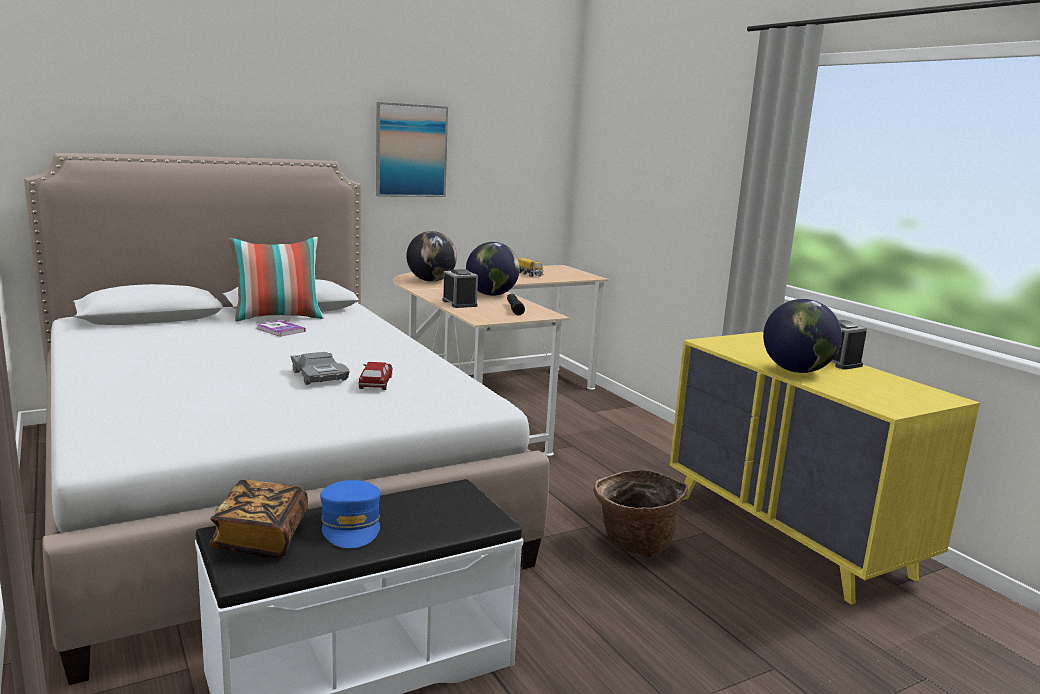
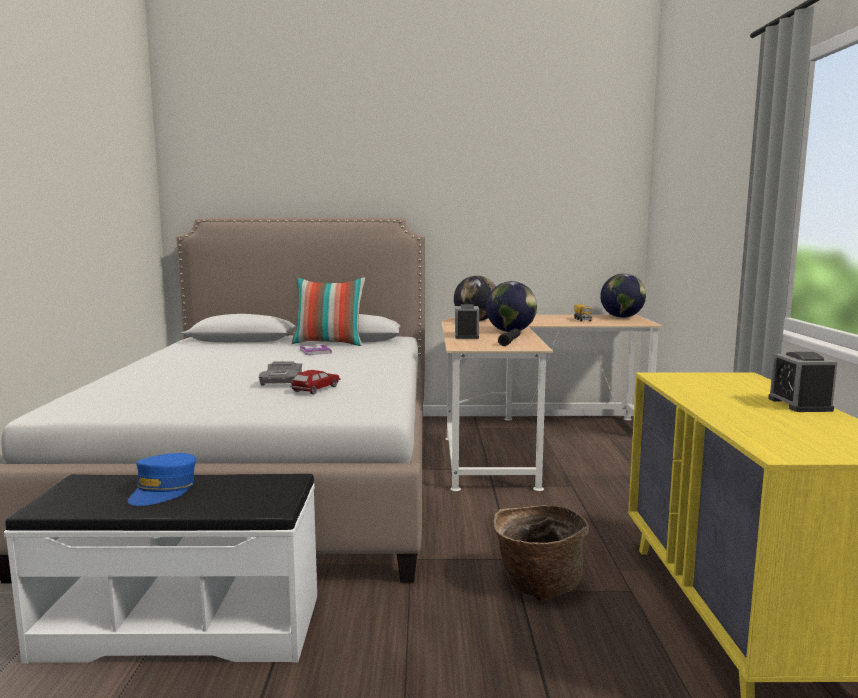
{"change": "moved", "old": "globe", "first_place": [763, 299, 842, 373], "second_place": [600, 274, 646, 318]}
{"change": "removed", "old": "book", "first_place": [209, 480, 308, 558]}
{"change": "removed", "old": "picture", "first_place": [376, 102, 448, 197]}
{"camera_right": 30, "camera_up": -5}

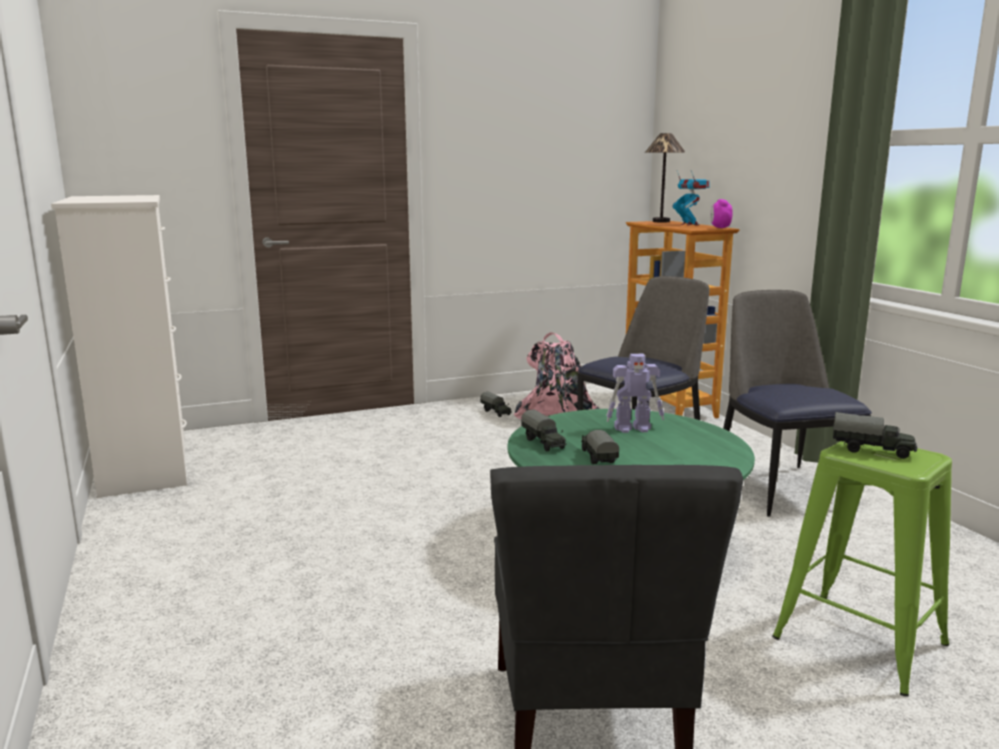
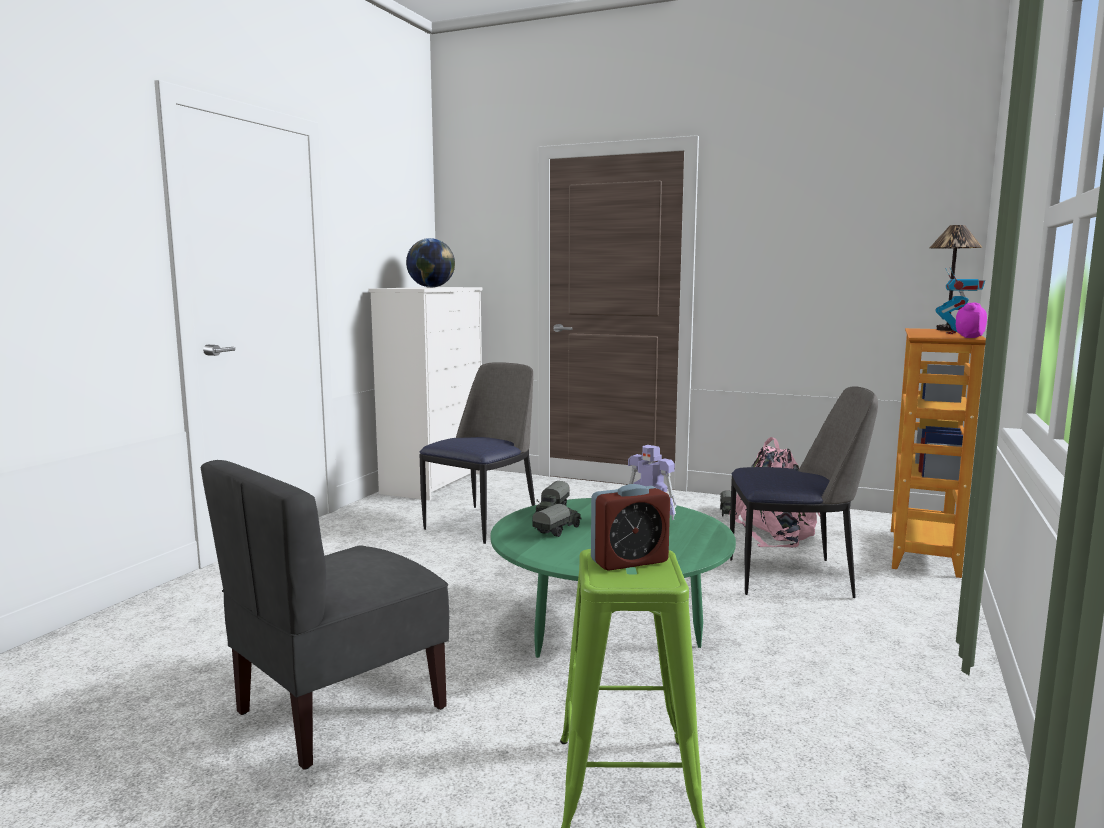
{"change": "added", "new": "globe", "second_place": [406, 238, 455, 288]}
{"change": "moved", "old": "chair", "first_place": [723, 290, 872, 516], "second_place": [420, 362, 535, 544]}
{"change": "replaced", "old": "toy truck", "new": "alarm clock", "first_place": [833, 412, 917, 459], "second_place": [591, 484, 670, 571]}
{"camera_right": 45, "camera_up": -5}

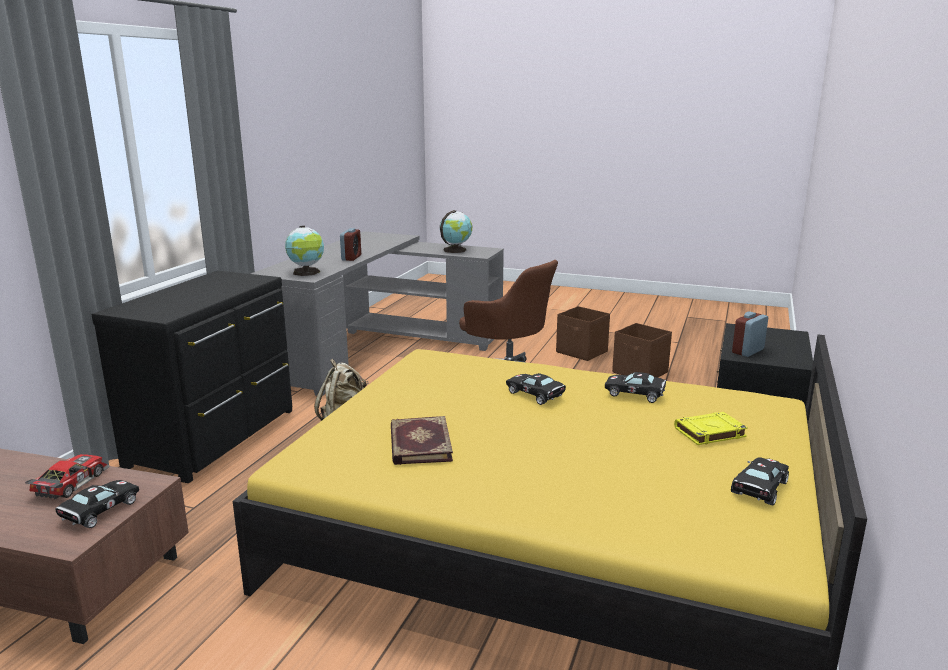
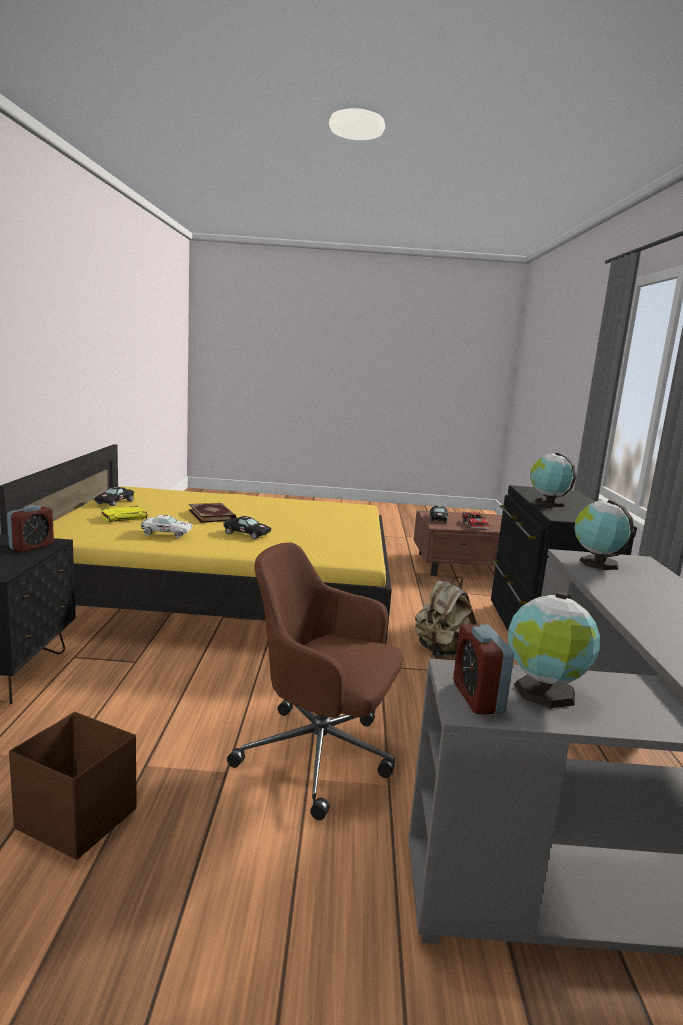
{"change": "recoloured", "old": "toy car (black)", "new": "toy car (white)", "first_place": [605, 372, 666, 403], "second_place": [141, 515, 192, 538]}
{"change": "moved", "old": "book", "first_place": [391, 416, 453, 465], "second_place": [189, 503, 237, 523]}
{"change": "moved", "old": "alarm clock", "first_place": [340, 228, 361, 261], "second_place": [453, 624, 514, 714]}
{"change": "added", "new": "globe", "second_place": [530, 452, 576, 507]}
{"change": "removed", "old": "storage box (brown)", "first_place": [556, 306, 610, 361]}
{"camera_right": 160, "camera_up": -5}

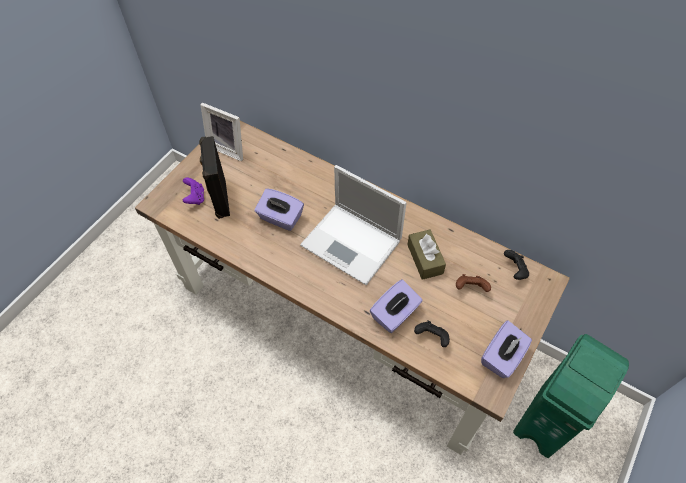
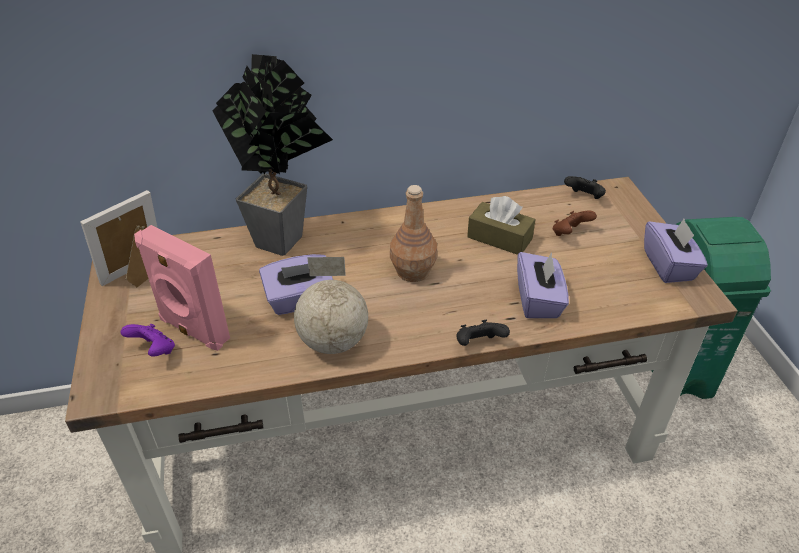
{"change": "turned", "old": "picture frame", "first_place": [200, 103, 243, 161], "second_place": [80, 190, 158, 287], "degrees": 150}
{"change": "recoloured", "old": "speaker (black)", "new": "speaker (pink)", "first_place": [199, 136, 230, 219], "second_place": [134, 225, 230, 351]}
{"change": "added", "new": "potted plant", "second_place": [212, 54, 333, 256]}
{"change": "added", "new": "globe", "second_place": [294, 257, 368, 354]}
{"change": "replaced", "old": "laptop", "new": "bottle (brown)", "first_place": [300, 165, 407, 285], "second_place": [390, 185, 437, 282]}
{"change": "moved", "old": "game controller (black)", "first_place": [414, 320, 450, 347], "second_place": [457, 320, 510, 346]}
{"camera_right": -45, "camera_up": -15}

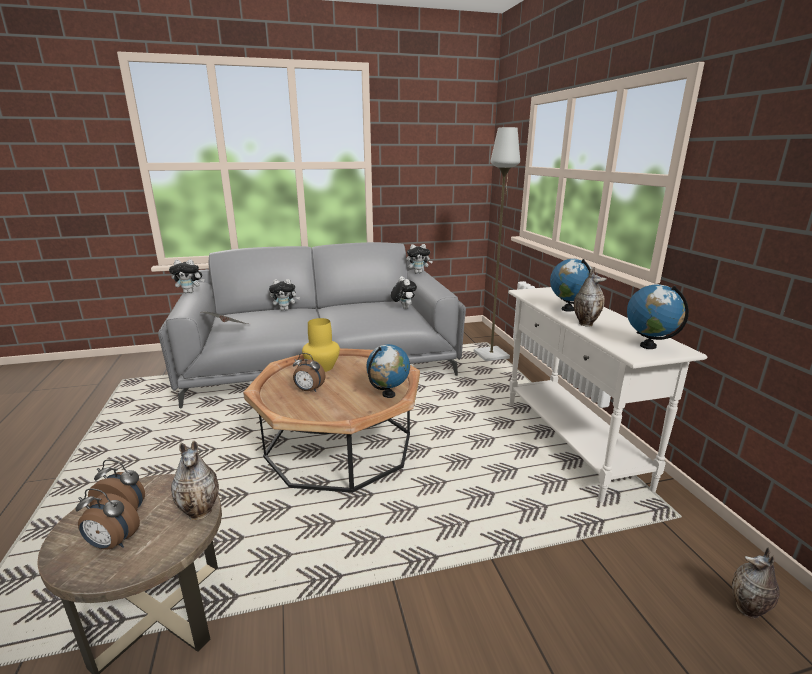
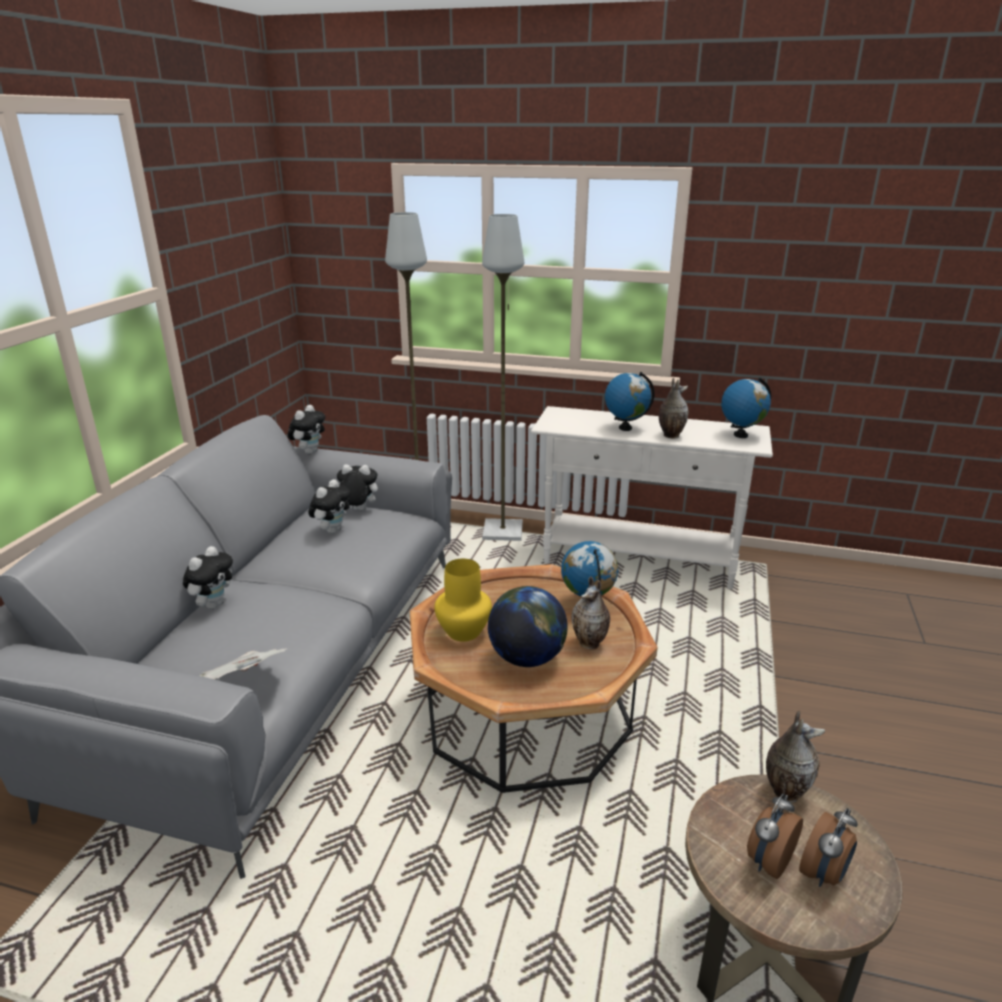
{"change": "moved", "old": "plush toy", "first_place": [169, 259, 204, 293], "second_place": [308, 479, 351, 534]}
{"change": "added", "new": "floor lamp (grey)", "second_place": [482, 214, 524, 541]}
{"change": "replaced", "old": "alarm clock", "new": "globe", "first_place": [293, 353, 326, 392], "second_place": [487, 586, 568, 667]}
{"change": "moved", "old": "vase", "first_place": [732, 547, 780, 619], "second_place": [571, 576, 610, 650]}
{"camera_right": -60, "camera_up": 5}

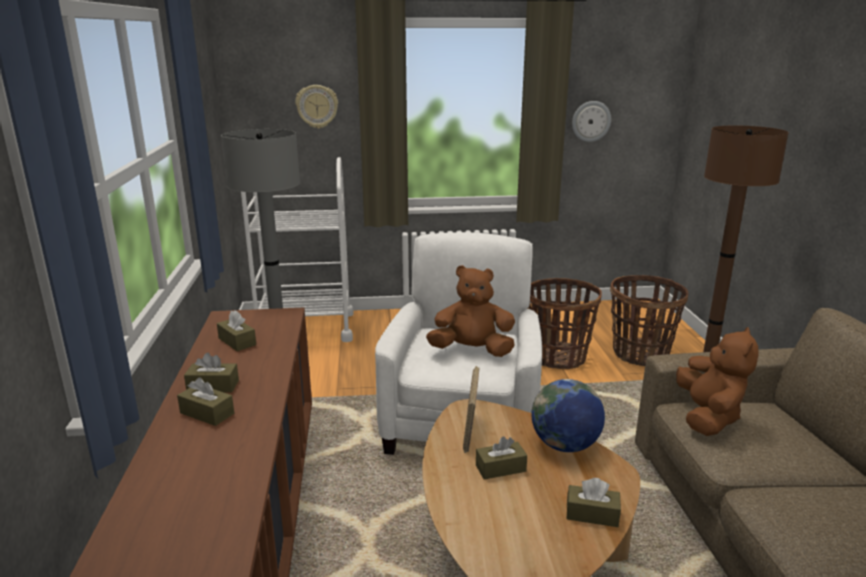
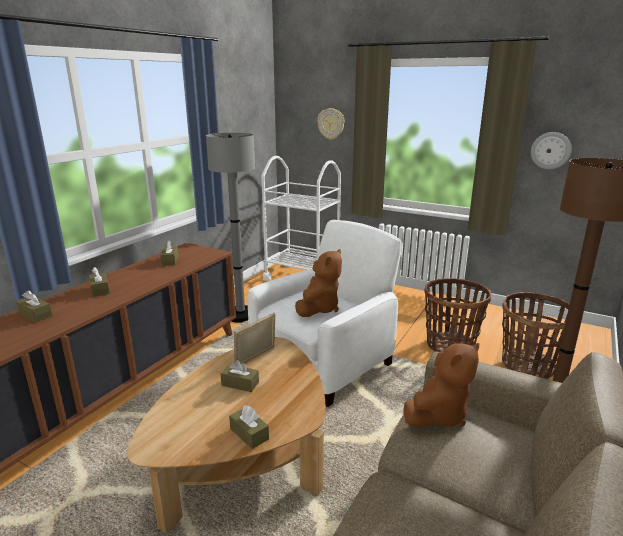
{"change": "moved", "old": "tissue box (brown)", "first_place": [184, 353, 239, 393], "second_place": [17, 290, 53, 322]}
{"change": "turned", "old": "plush toy (brown)", "first_place": [426, 265, 515, 357], "second_place": [295, 249, 342, 317], "degrees": 75}
{"change": "removed", "old": "globe", "first_place": [531, 379, 605, 452]}
{"camera_right": 35, "camera_up": 0}

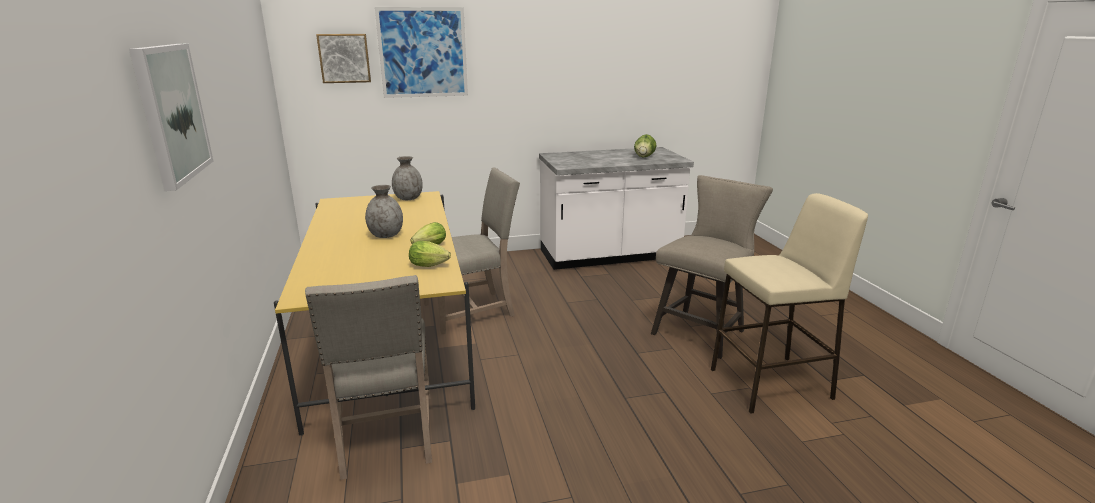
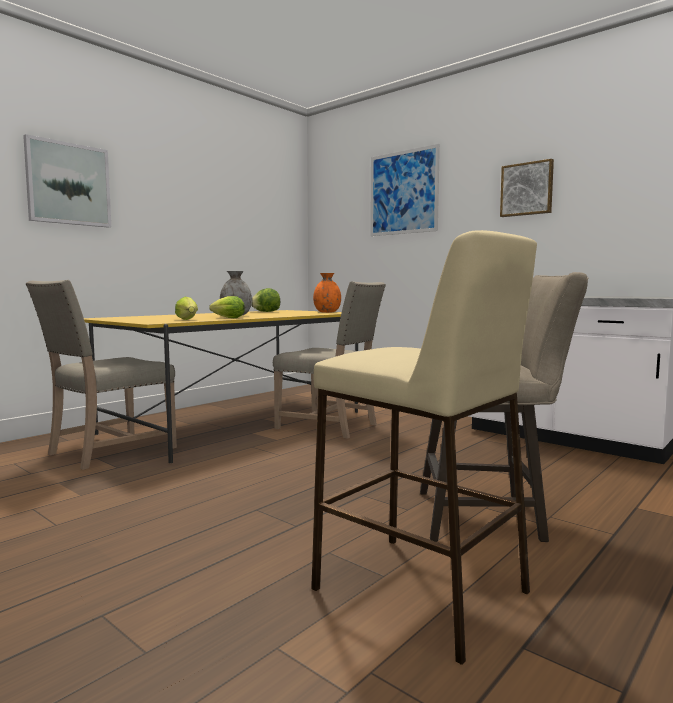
{"change": "moved", "old": "lettuce", "first_place": [634, 134, 657, 158], "second_place": [251, 288, 280, 312]}
{"change": "recoloured", "old": "vase (grey)", "new": "vase (orange)", "first_place": [392, 156, 423, 200], "second_place": [313, 273, 341, 313]}
{"change": "moved", "old": "picture", "first_place": [316, 34, 371, 83], "second_place": [500, 159, 554, 217]}
{"camera_right": 55, "camera_up": -15}

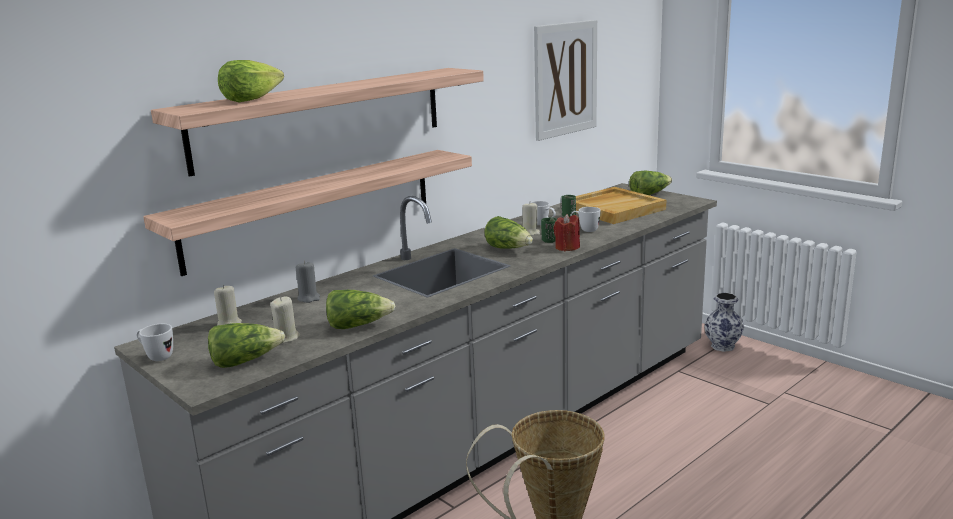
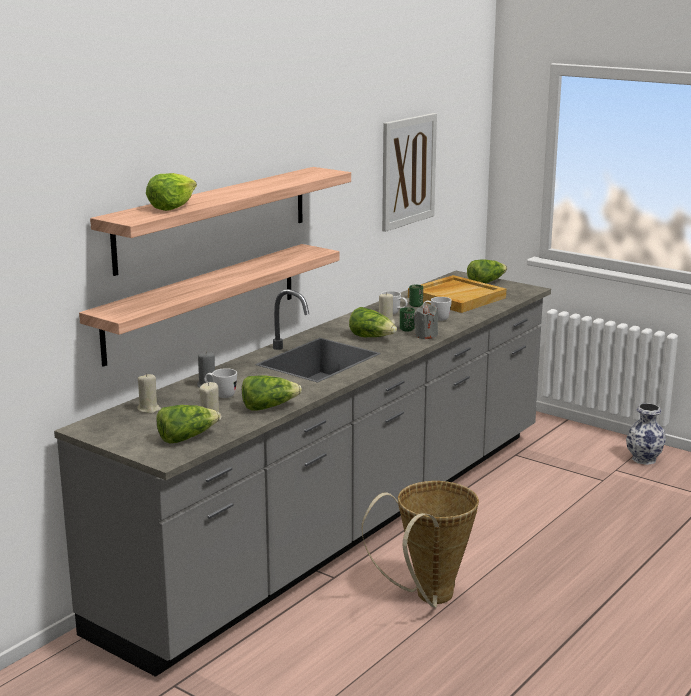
{"change": "moved", "old": "mug (white)", "first_place": [137, 324, 173, 361], "second_place": [204, 368, 237, 398]}
{"change": "recoloured", "old": "candle (red)", "new": "candle (grey)", "first_place": [554, 214, 580, 251], "second_place": [414, 304, 438, 339]}
{"change": "moved", "old": "vase", "first_place": [704, 293, 744, 352], "second_place": [626, 403, 666, 465]}
{"camera_right": -10, "camera_up": 0}

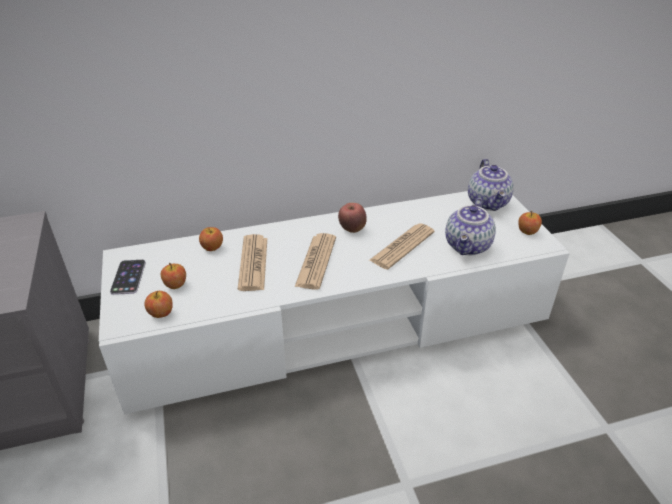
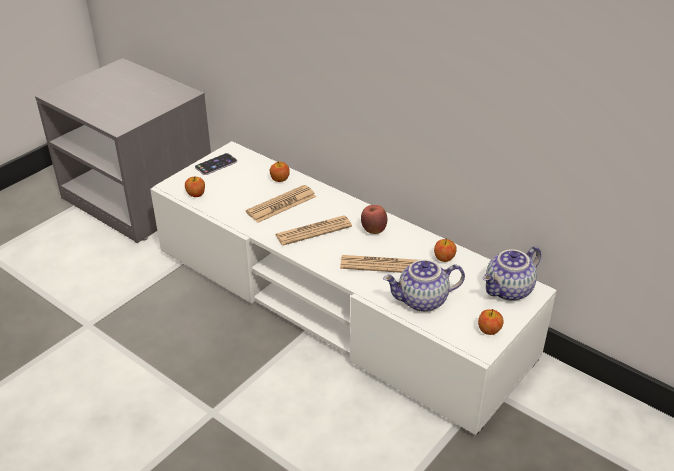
{"change": "moved", "old": "apple", "first_place": [161, 263, 186, 289], "second_place": [434, 238, 457, 262]}
{"camera_right": 55, "camera_up": 0}

